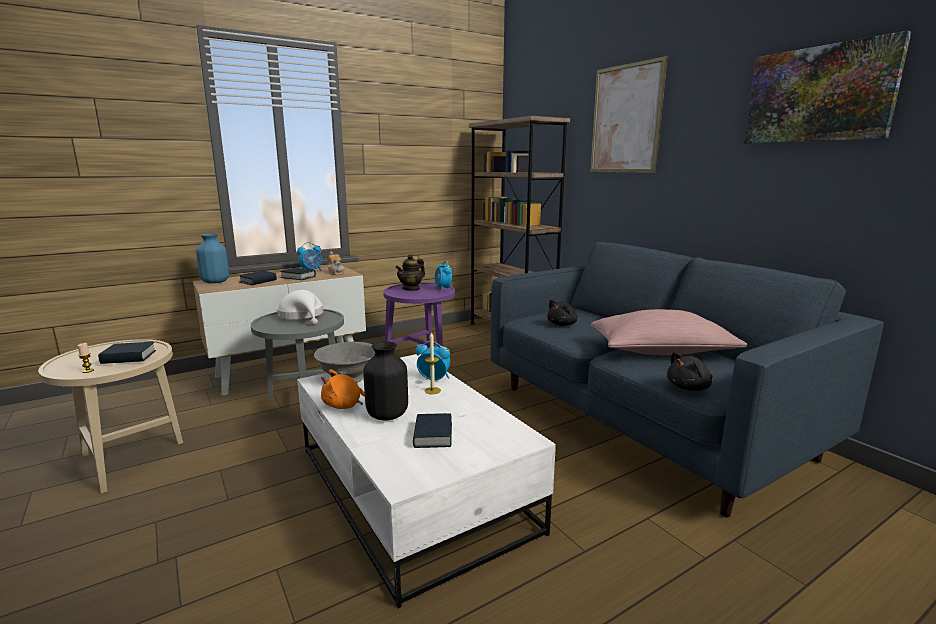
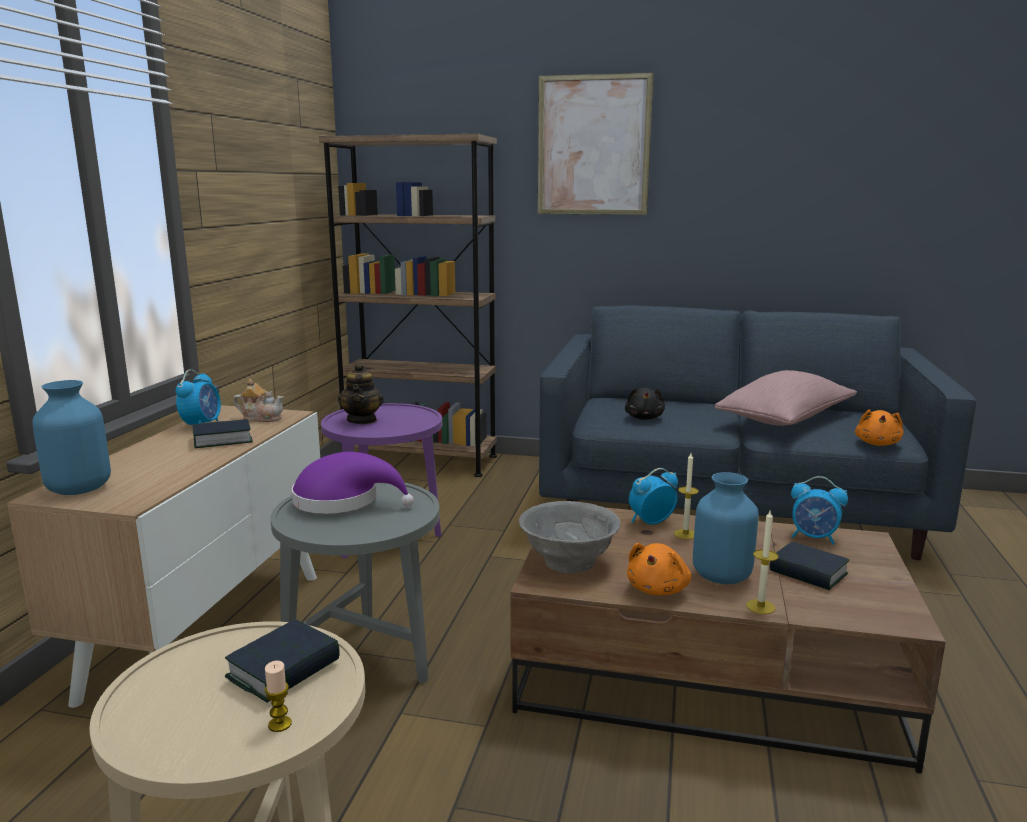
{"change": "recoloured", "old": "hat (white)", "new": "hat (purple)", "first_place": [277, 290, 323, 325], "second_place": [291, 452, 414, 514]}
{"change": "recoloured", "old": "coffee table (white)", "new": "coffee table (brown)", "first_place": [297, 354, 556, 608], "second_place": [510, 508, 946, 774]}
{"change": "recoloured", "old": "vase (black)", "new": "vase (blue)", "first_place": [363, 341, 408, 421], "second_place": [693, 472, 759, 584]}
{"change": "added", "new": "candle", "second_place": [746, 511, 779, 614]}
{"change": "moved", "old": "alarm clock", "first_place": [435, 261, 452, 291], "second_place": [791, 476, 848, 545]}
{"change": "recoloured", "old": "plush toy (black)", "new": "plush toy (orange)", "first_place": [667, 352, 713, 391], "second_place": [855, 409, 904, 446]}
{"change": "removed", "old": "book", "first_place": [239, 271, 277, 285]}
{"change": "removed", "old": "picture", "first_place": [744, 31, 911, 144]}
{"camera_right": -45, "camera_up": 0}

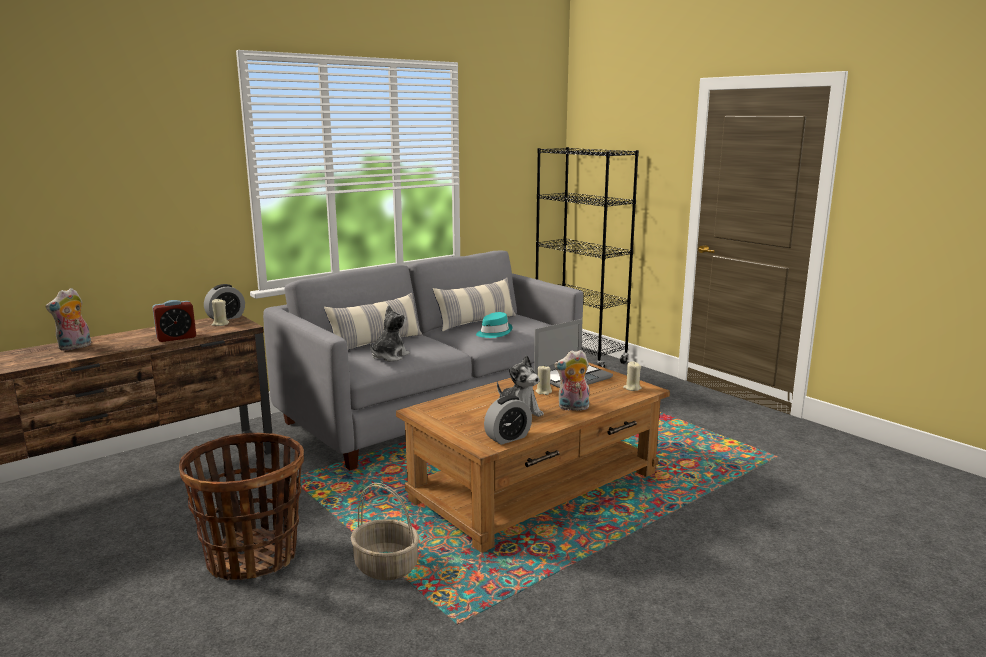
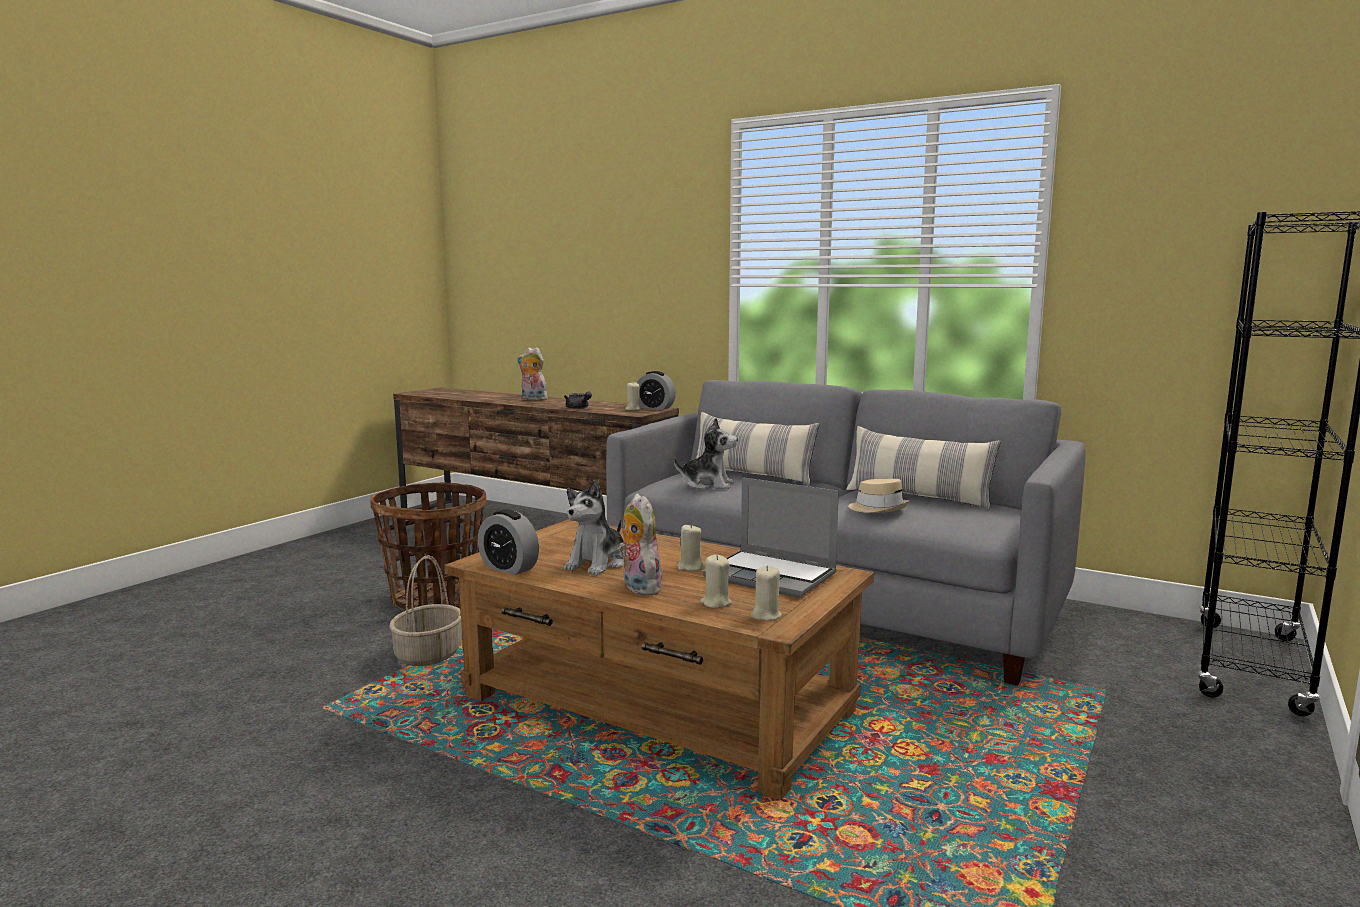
{"change": "replaced", "old": "alarm clock", "new": "teapot (grey)", "first_place": [152, 300, 196, 342], "second_place": [564, 392, 592, 409]}
{"change": "added", "new": "candle (beige)", "second_place": [700, 555, 732, 608]}
{"change": "recoloured", "old": "hat (turquoise)", "new": "hat (beige)", "first_place": [476, 312, 513, 338], "second_place": [848, 479, 910, 513]}
{"camera_right": 70, "camera_up": -5}

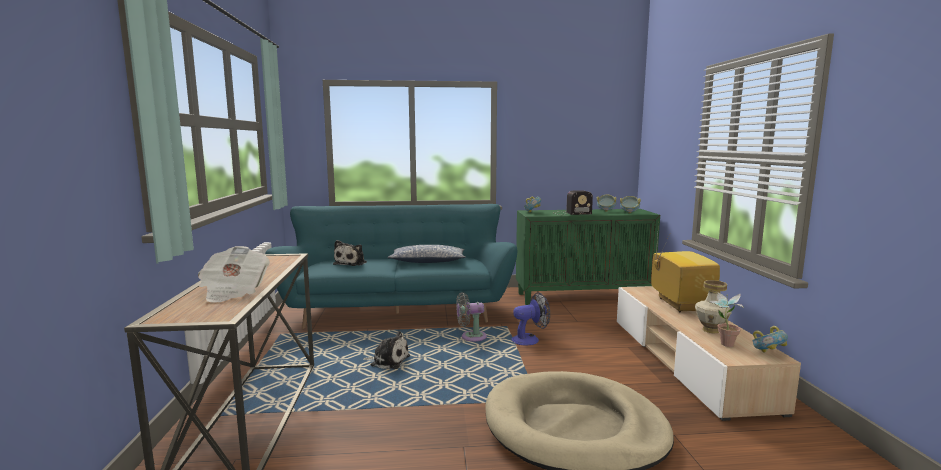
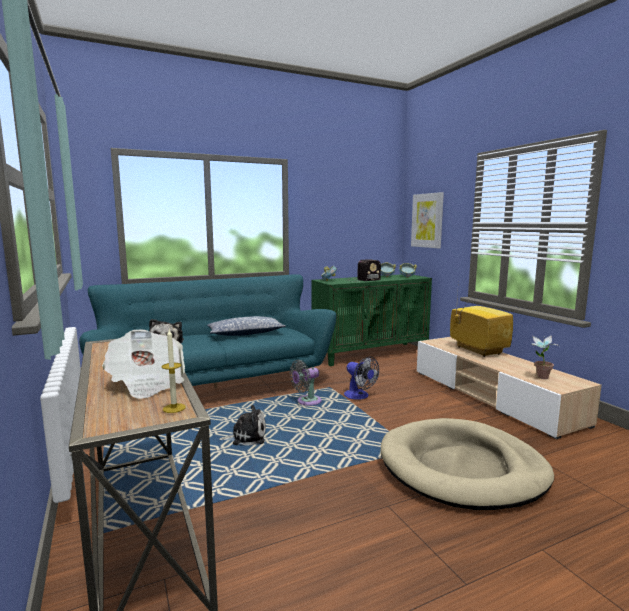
{"change": "added", "new": "candle", "second_place": [162, 330, 186, 413]}
{"change": "turned", "old": "fan", "first_place": [512, 292, 550, 345], "second_place": [344, 356, 379, 400], "degrees": 90}
{"change": "added", "new": "picture", "second_place": [411, 192, 444, 248]}
{"change": "removed", "old": "vase", "first_place": [695, 280, 732, 333]}
{"change": "removed", "old": "bowl", "first_place": [752, 326, 788, 353]}
{"camera_right": -20, "camera_up": 0}

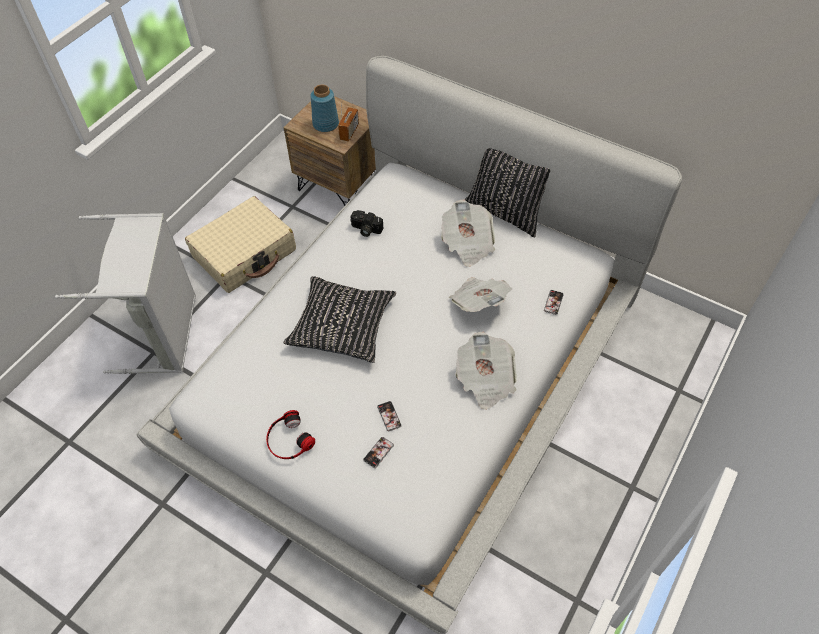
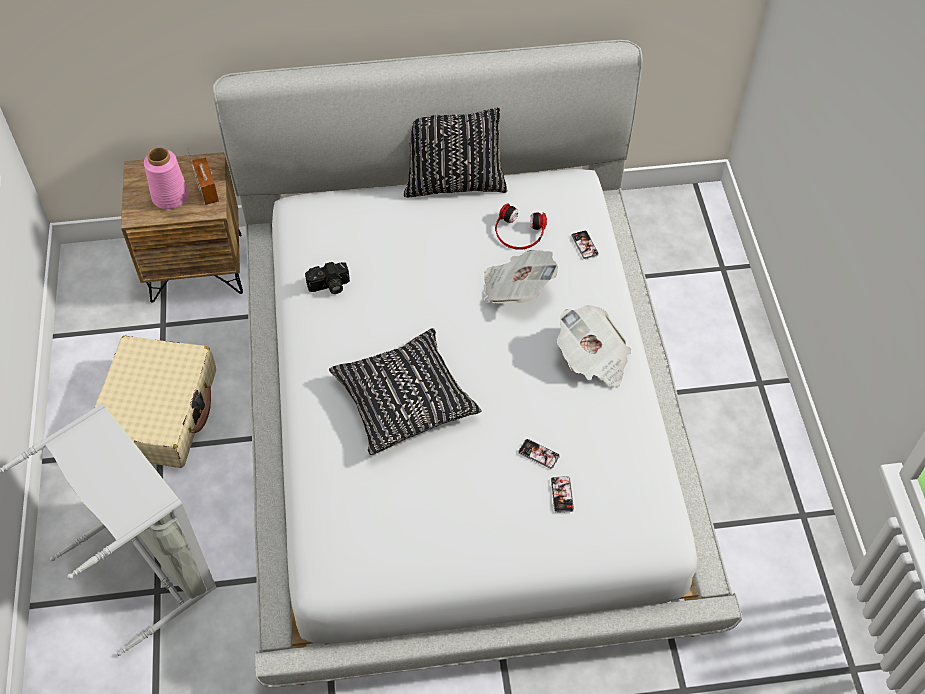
{"change": "recoloured", "old": "vase (blue)", "new": "vase (pink)", "first_place": [311, 84, 339, 132], "second_place": [144, 147, 189, 209]}
{"change": "moved", "old": "headphones", "first_place": [266, 410, 315, 459], "second_place": [495, 204, 547, 250]}
{"change": "removed", "old": "newspaper", "first_place": [441, 200, 495, 267]}
{"camera_right": -40, "camera_up": 0}

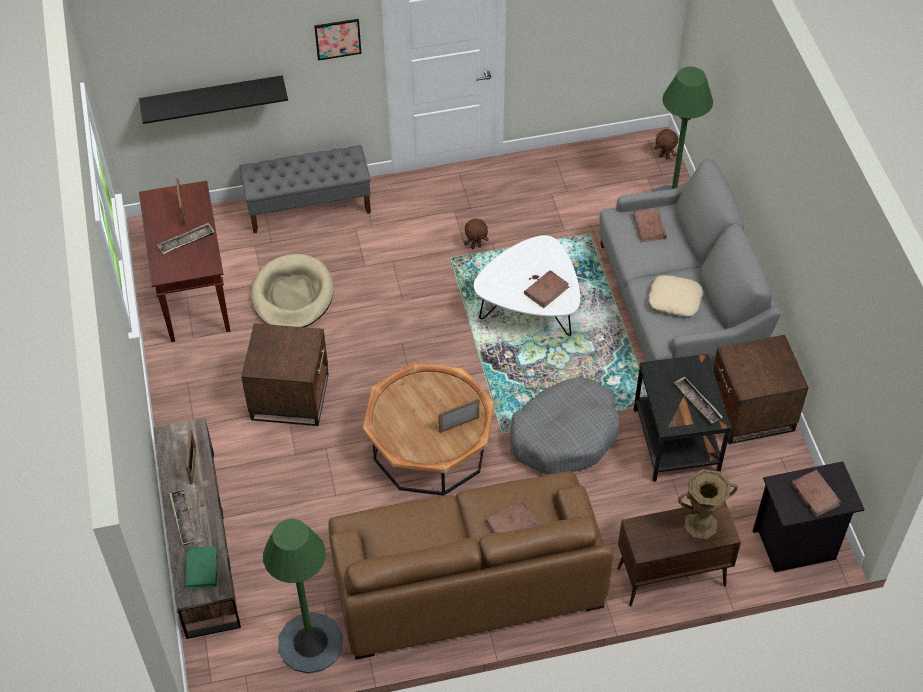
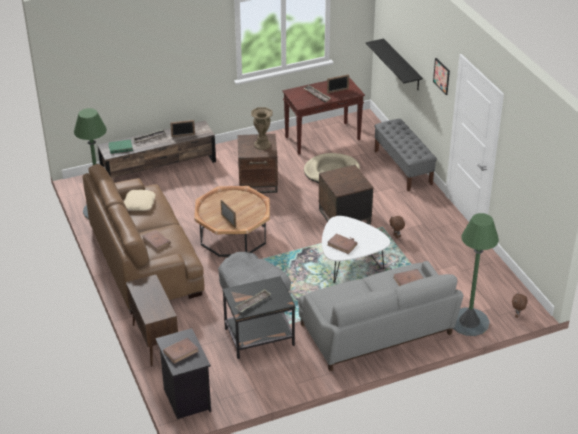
{"change": "moved", "old": "pillow (beige)", "first_place": [649, 275, 703, 316], "second_place": [124, 189, 156, 211]}
{"change": "moved", "old": "vase (brown)", "first_place": [678, 469, 738, 540], "second_place": [251, 107, 273, 150]}
{"change": "moved", "old": "side table (brown)", "first_place": [713, 335, 809, 444], "second_place": [319, 165, 373, 224]}
{"camera_right": 80, "camera_up": -15}

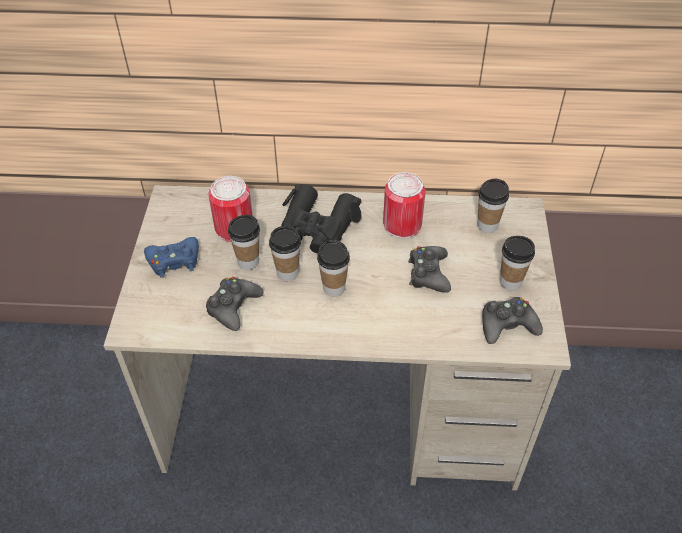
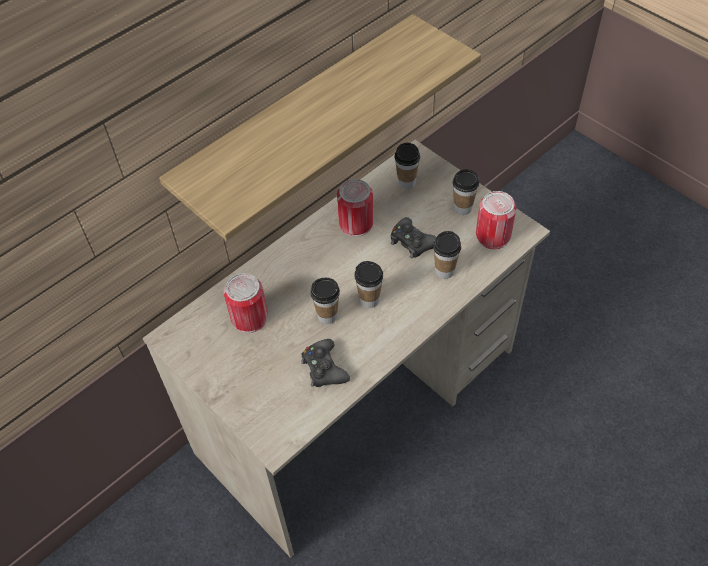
{"change": "added", "new": "shelf", "second_place": [159, 14, 481, 241]}
{"change": "moved", "old": "cup", "first_place": [228, 215, 260, 270], "second_place": [433, 231, 461, 279]}
{"change": "replaced", "old": "game controller (black)", "new": "can", "first_place": [482, 297, 543, 344], "second_place": [476, 191, 516, 249]}
{"change": "removed", "old": "game controller (blue)", "first_place": [144, 237, 199, 278]}
{"change": "removed", "old": "binoculars (black)", "first_place": [281, 184, 362, 253]}
{"camera_right": -45, "camera_up": 5}

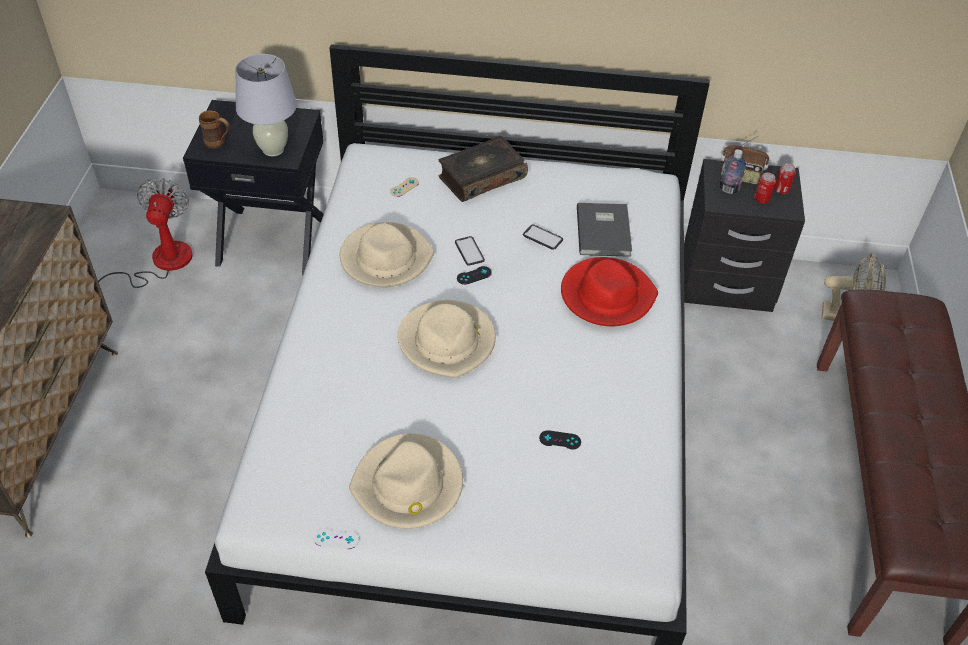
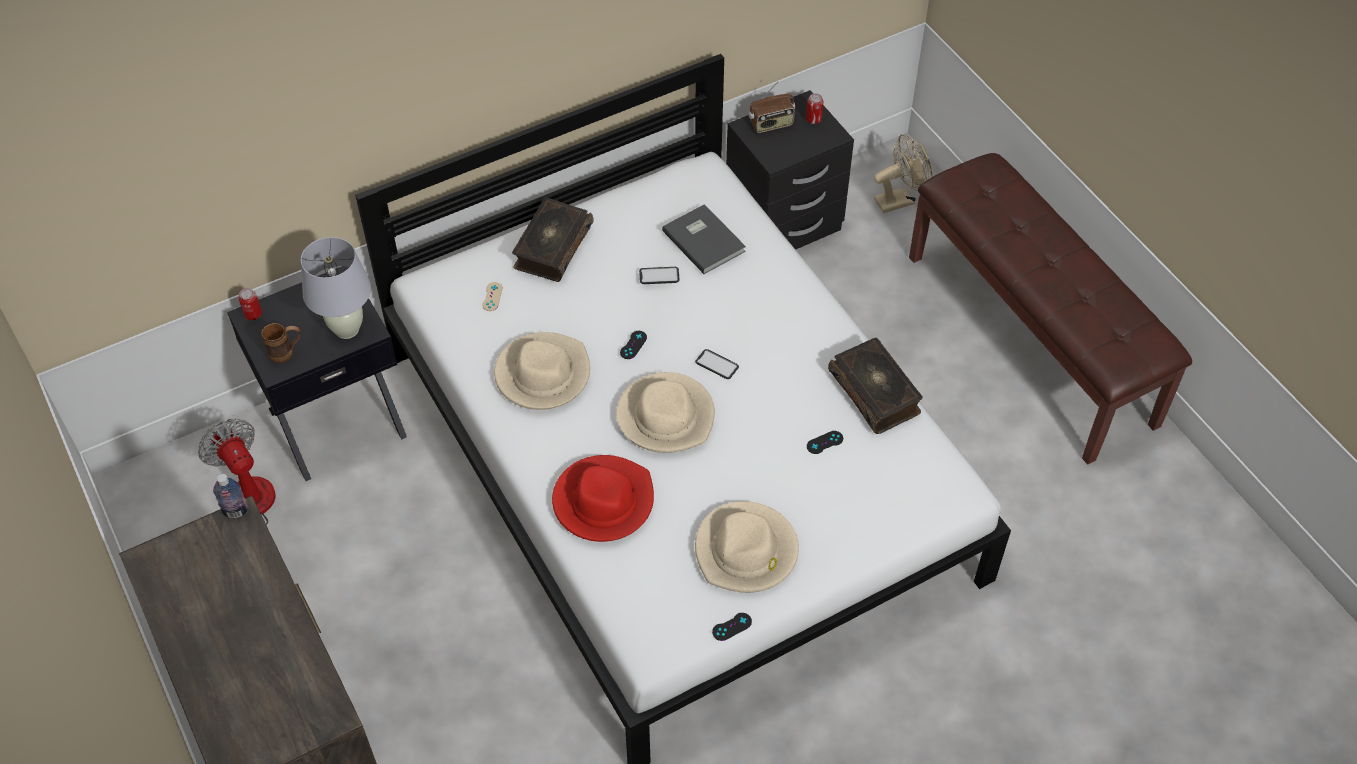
{"change": "moved", "old": "bottle", "first_place": [720, 149, 746, 194], "second_place": [213, 474, 248, 518]}
{"change": "moved", "old": "can", "first_place": [754, 173, 776, 203], "second_place": [238, 288, 262, 320]}
{"change": "moved", "old": "hat (red)", "first_place": [561, 257, 658, 326], "second_place": [552, 455, 654, 542]}
{"change": "moved", "old": "phone", "first_place": [455, 236, 485, 266], "second_place": [695, 349, 739, 379]}
{"change": "recoloured", "old": "game controller (white)", "new": "game controller (black)", "first_place": [314, 528, 359, 549], "second_place": [712, 613, 752, 641]}
{"change": "added", "new": "book", "second_place": [828, 338, 923, 434]}
{"camera_right": -35, "camera_up": 5}

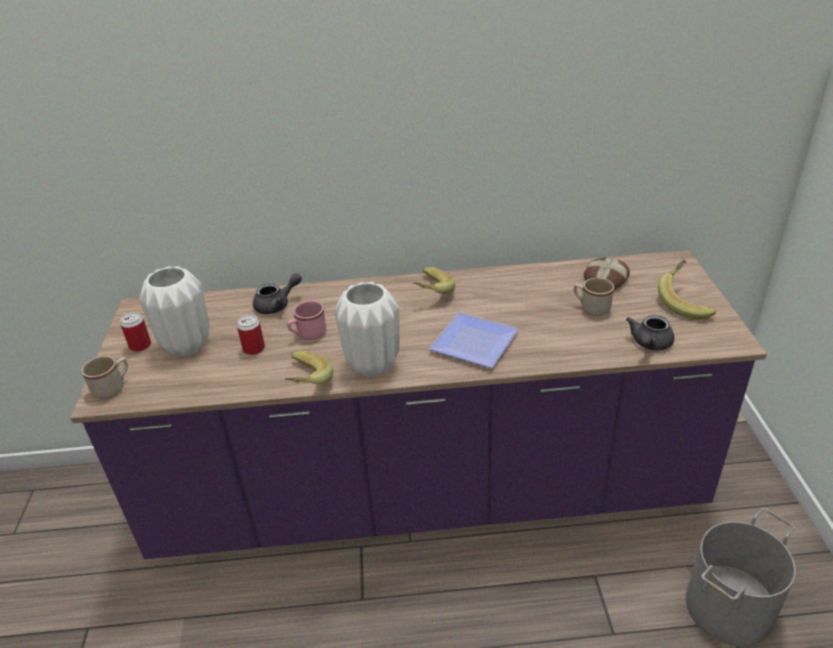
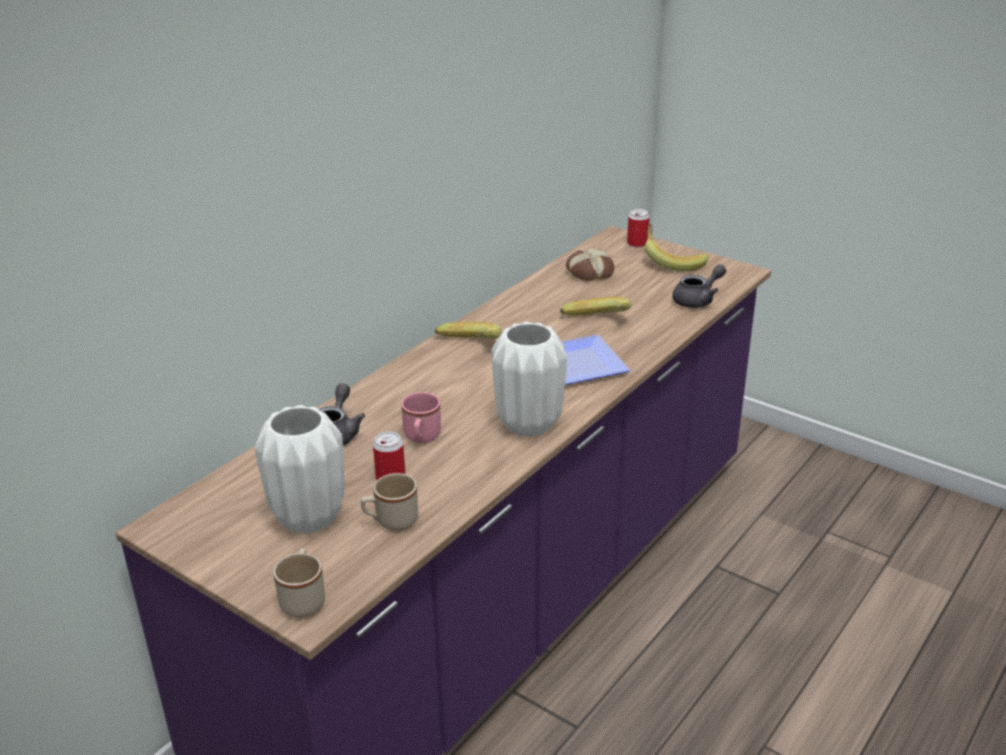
{"change": "moved", "old": "mug (beige)", "first_place": [574, 278, 614, 316], "second_place": [361, 473, 418, 530]}
{"change": "moved", "old": "banana", "first_place": [285, 351, 333, 384], "second_place": [560, 297, 631, 316]}
{"change": "moved", "old": "can", "first_place": [120, 312, 151, 352], "second_place": [627, 209, 650, 248]}
{"change": "turned", "old": "teapot (grey)", "first_place": [626, 315, 674, 350], "second_place": [672, 264, 726, 308], "degrees": -105}
{"change": "removed", "old": "bucket (grey)", "first_place": [686, 507, 796, 647]}
{"camera_right": -50, "camera_up": -5}

